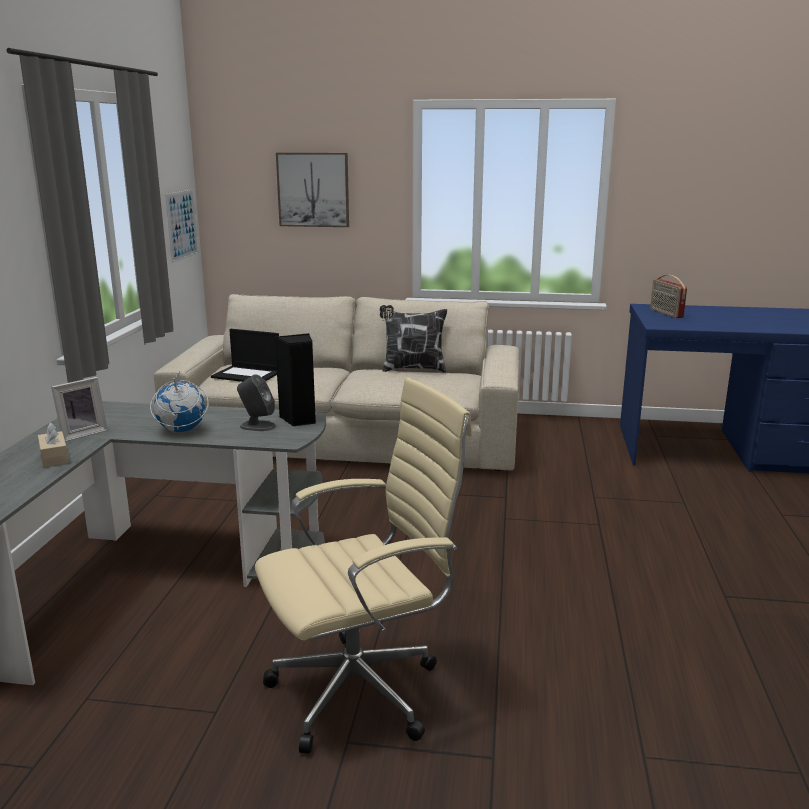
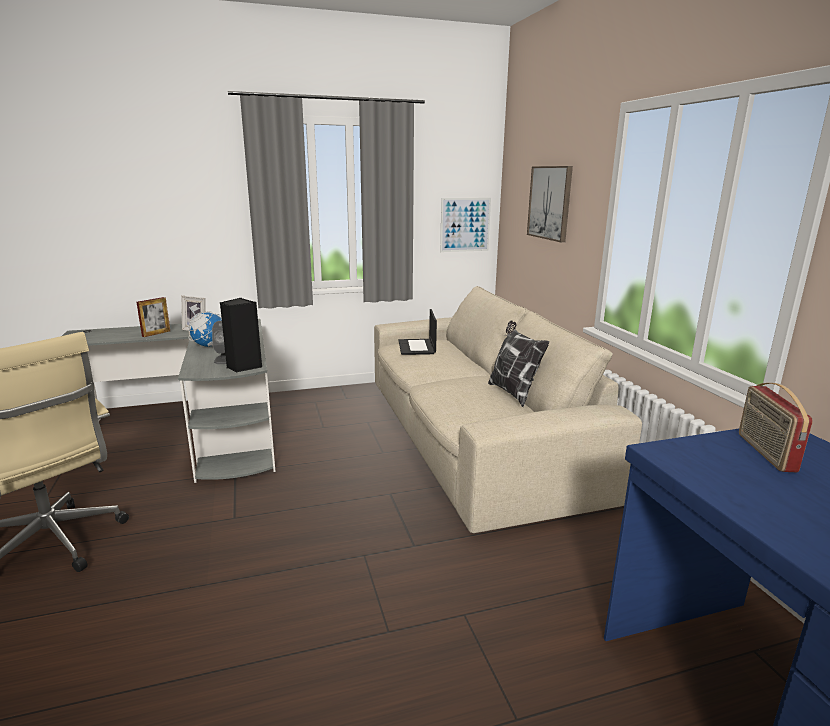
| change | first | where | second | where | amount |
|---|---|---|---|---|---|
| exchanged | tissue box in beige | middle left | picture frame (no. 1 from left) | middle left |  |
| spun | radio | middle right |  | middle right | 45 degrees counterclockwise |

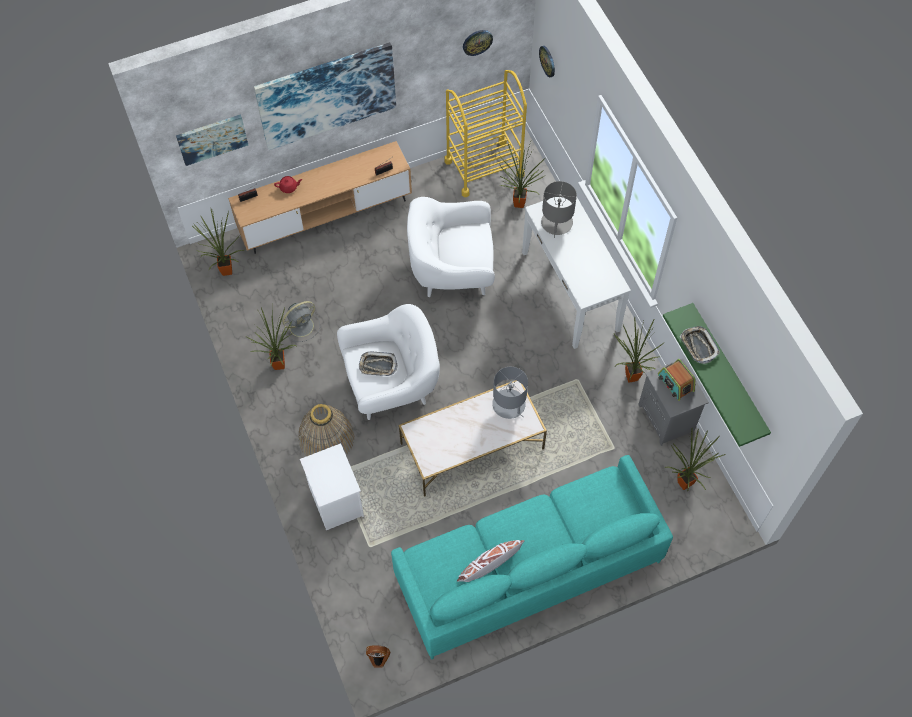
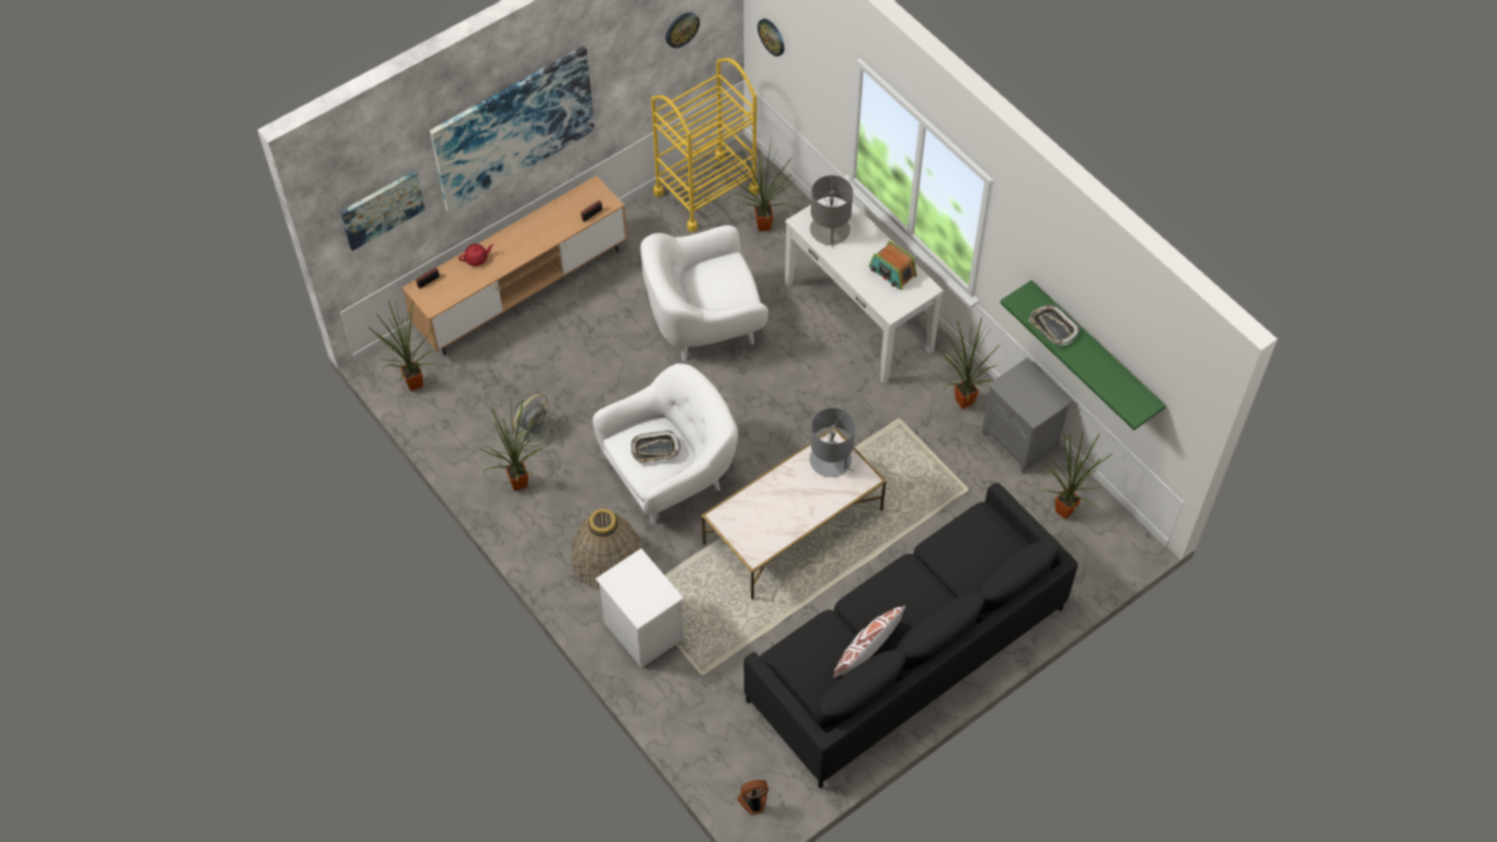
| change | first | where | second | where | amount |
|---|---|---|---|---|---|
| colour | sofa in turquoise | bottom centre | sofa in black | bottom centre |  |
| relocated | radio (no. 3 from left) | middle right |  | top centre |  |

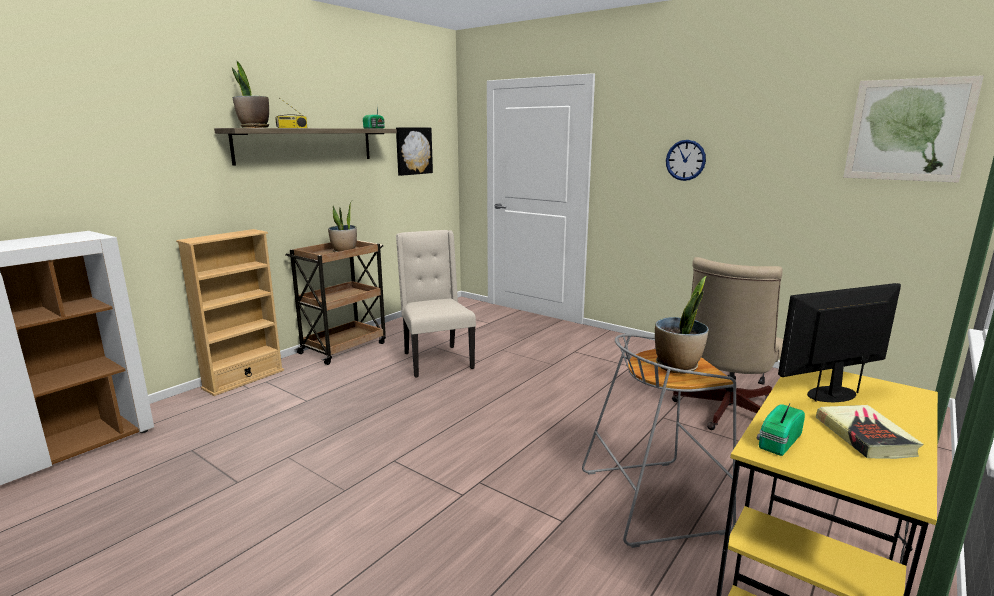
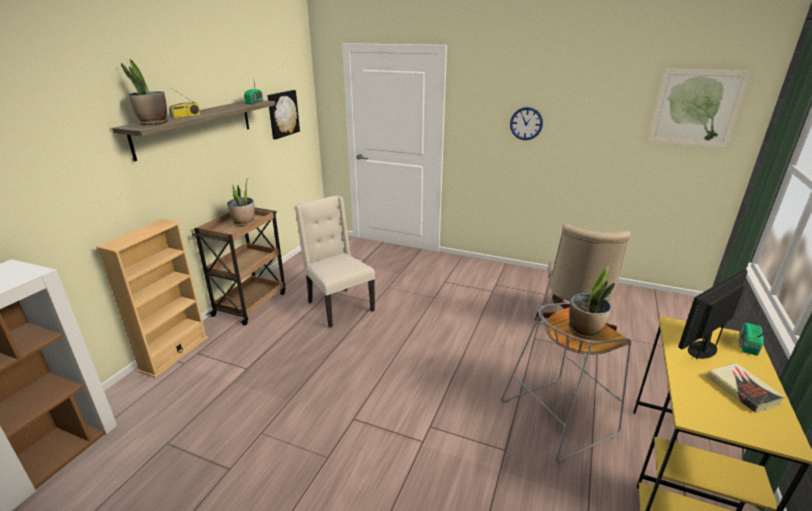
| change | first | where | second | where | amount |
|---|---|---|---|---|---|
| relocated | radio (no. 3 from left) | bottom right |  | middle right |  |

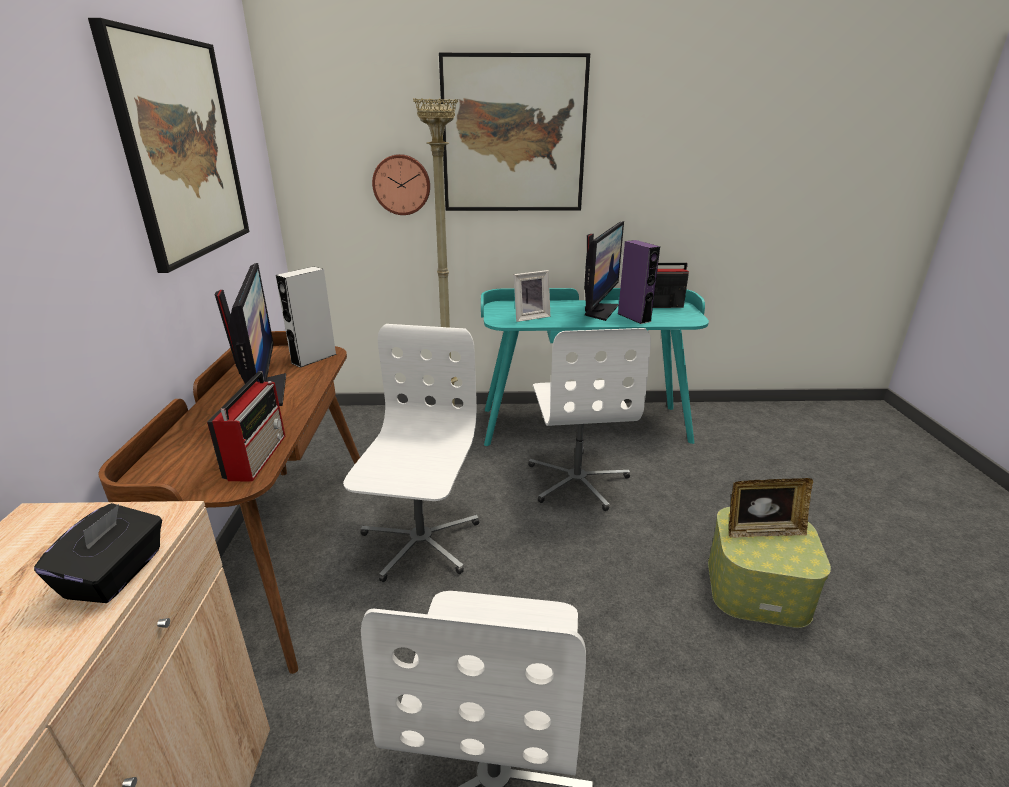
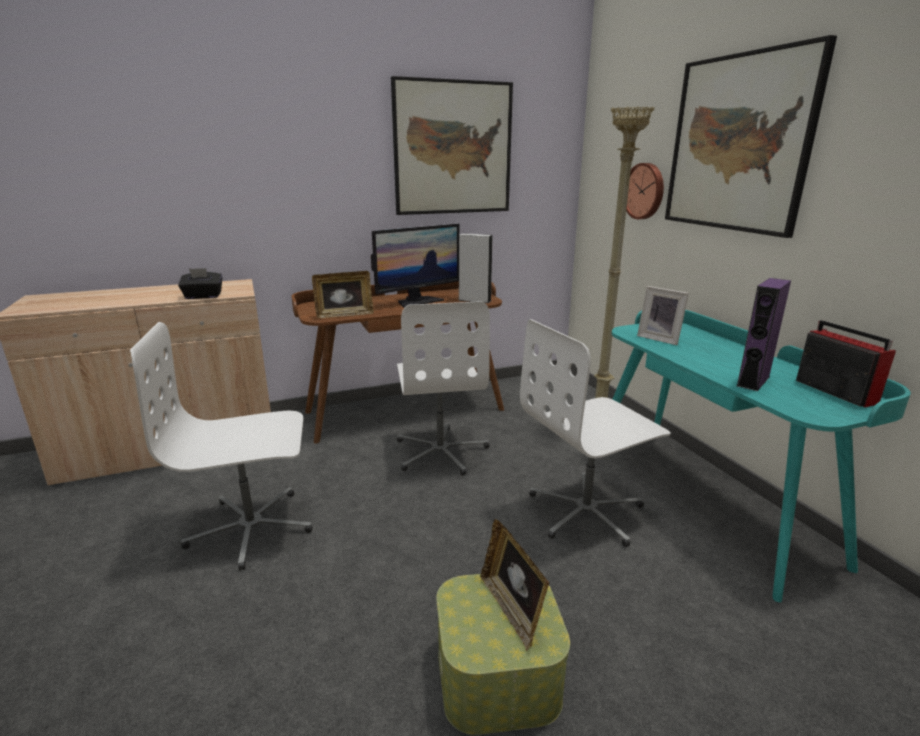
| change | first | where | second | where | amount |
|---|---|---|---|---|---|
| exchanged | radio (no. 1 from left) | middle left | picture frame (no. 1 from left) | centre |  |
| spun | office chair in white (no. 1 from left in the first image) | centre | office chair in white (no. 2 from left) | centre | 90 degrees clockwise |
| missing | monitor (no. 2 from left) | centre |  |  |  |

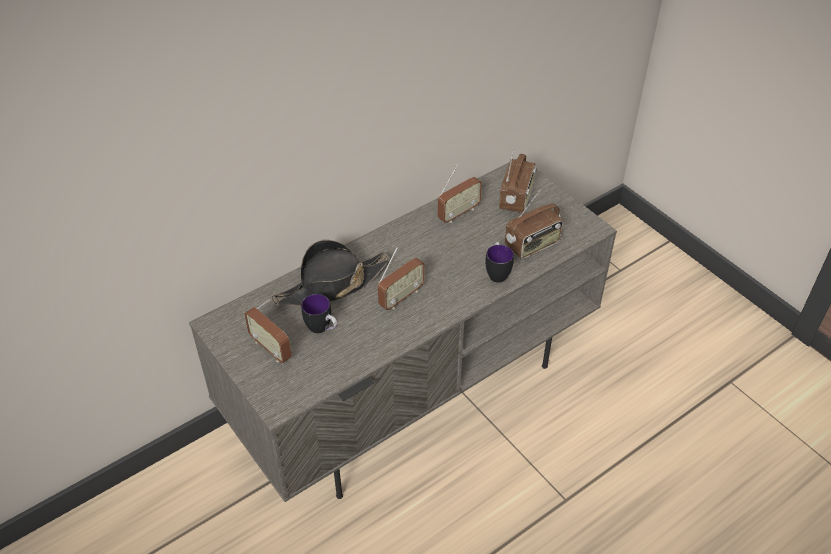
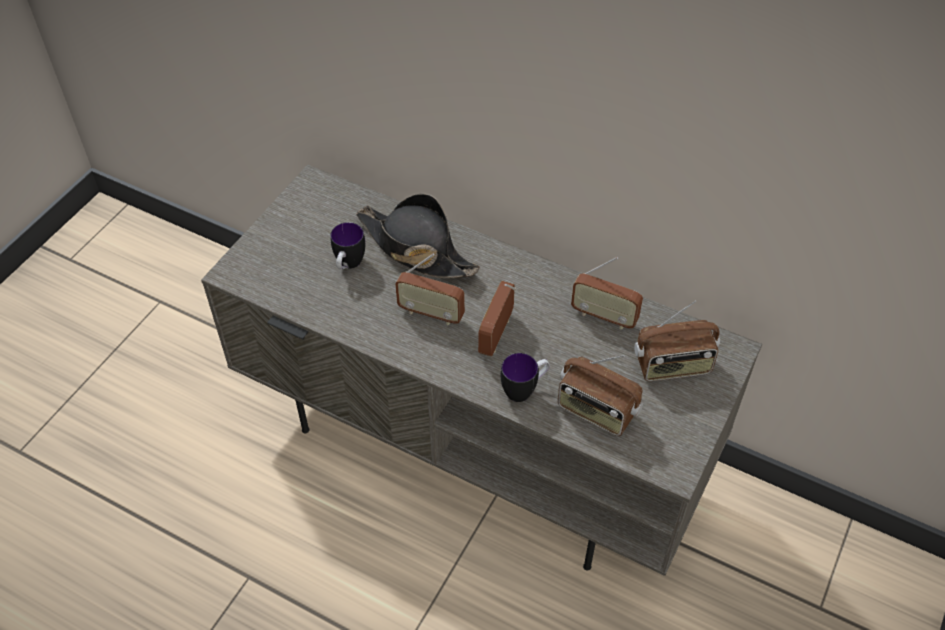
| change | first | where | second | where | amount |
|---|---|---|---|---|---|
| relocated | radio (no. 1 from left in the first image) | middle left | radio (no. 2 from left) | centre |  |

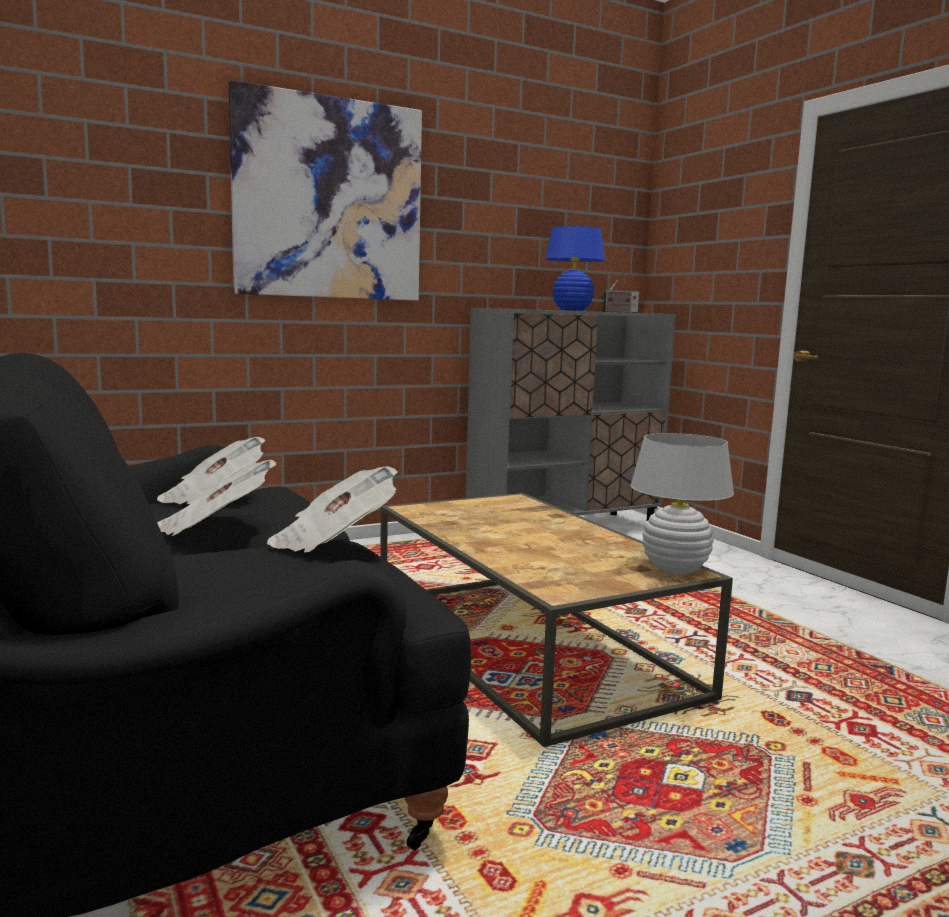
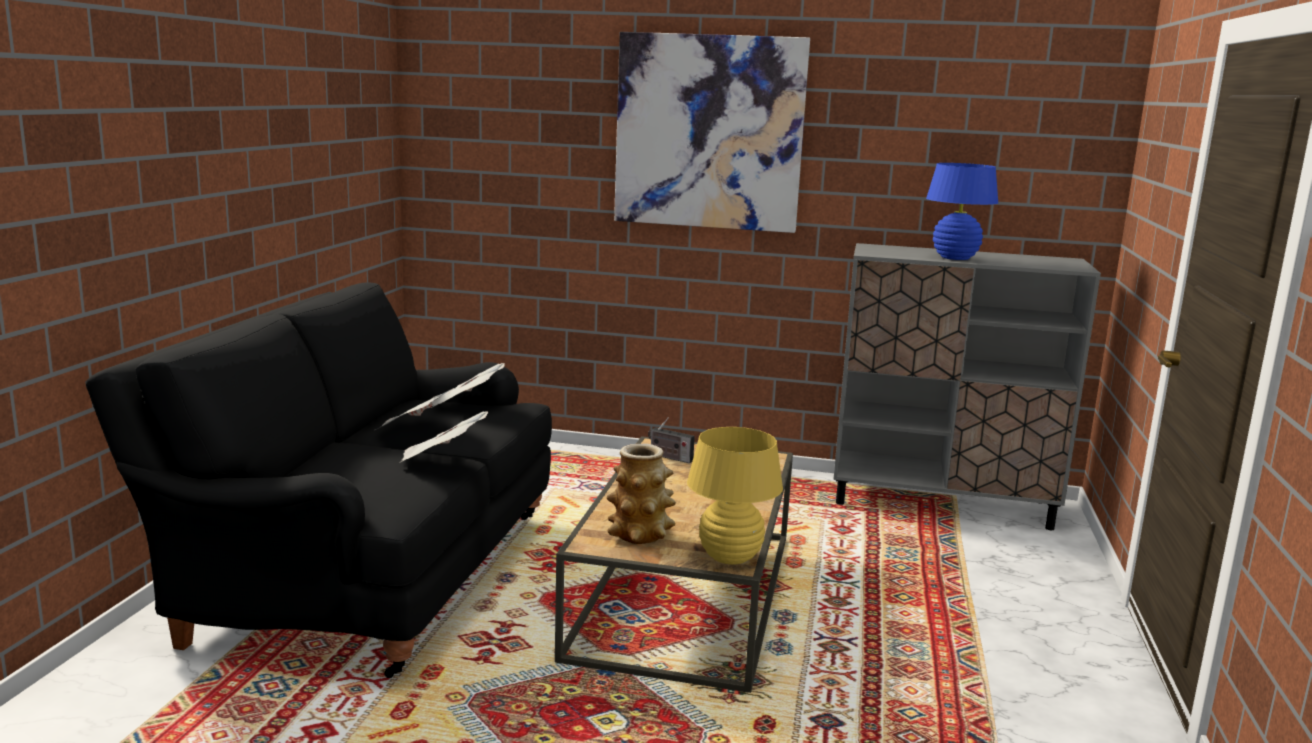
| change | first | where | second | where | amount |
|---|---|---|---|---|---|
| appeared |  |  | vase | centre |  |
| relocated | radio | top centre |  | centre |  |
| colour | table lamp in white | middle right | table lamp in yellow | bottom centre |  |

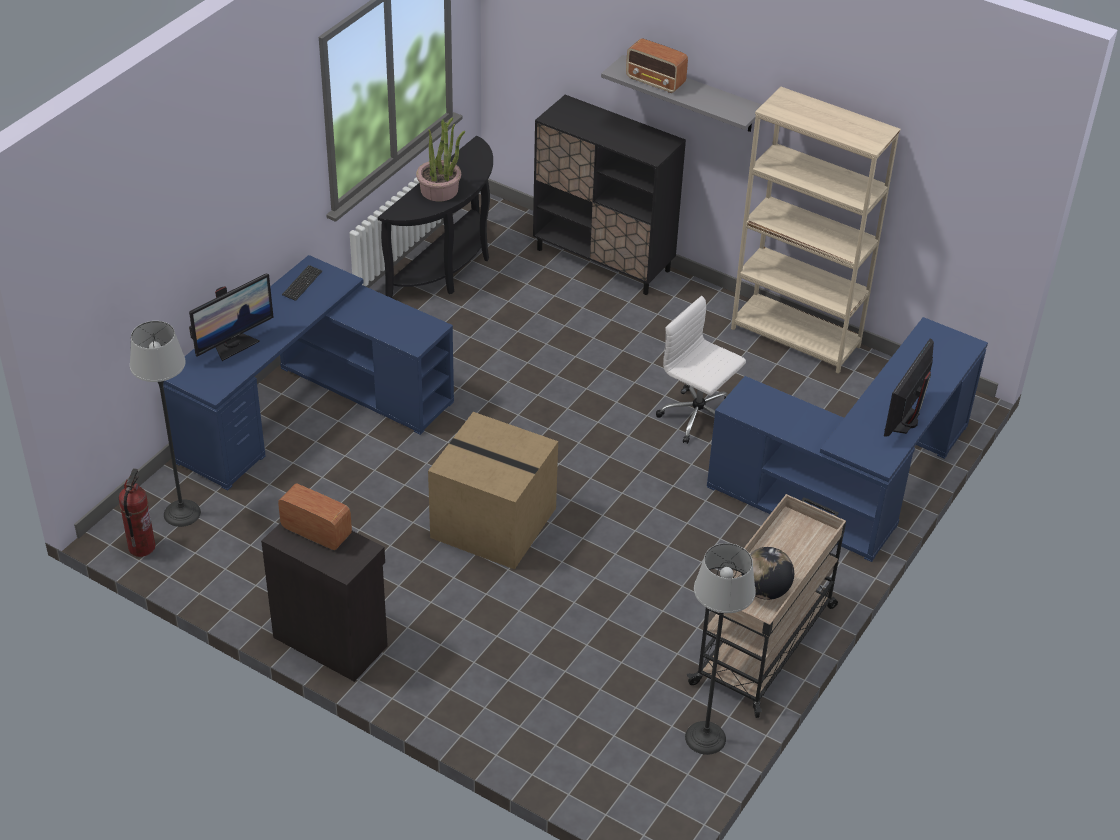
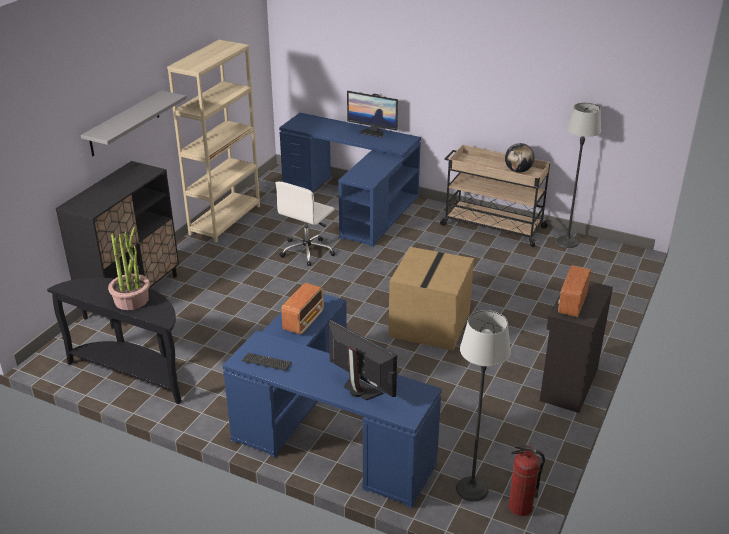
| change | first | where | second | where | amount |
|---|---|---|---|---|---|
| relocated | radio (no. 2 from left in the first image) | top centre | radio (no. 1 from left) | centre |  |

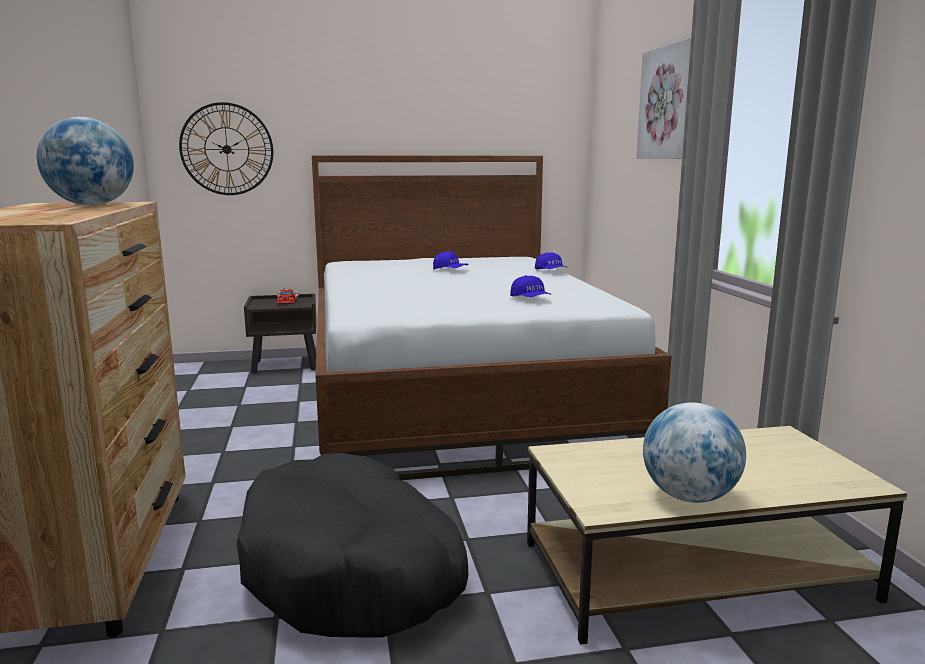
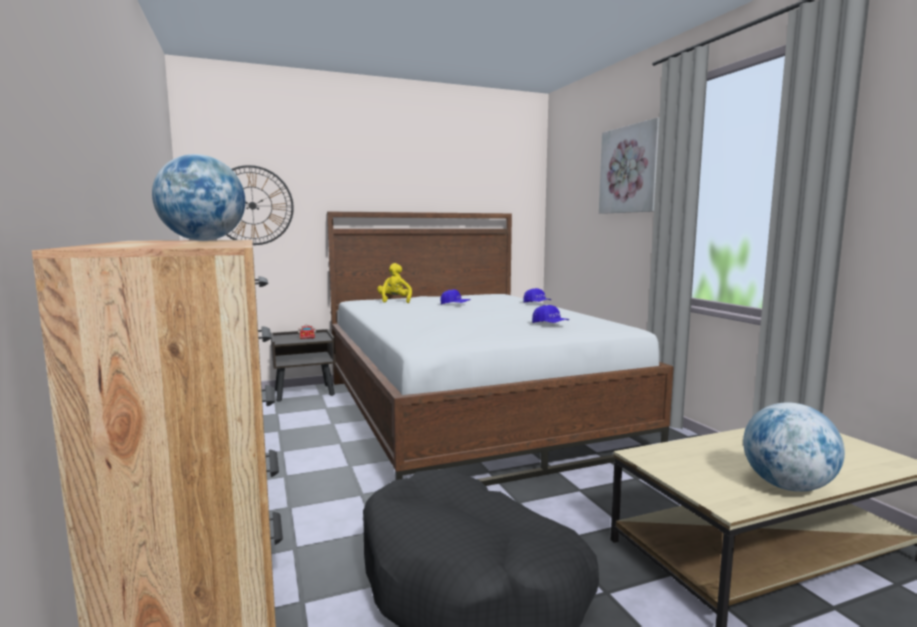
| change | first | where | second | where | amount |
|---|---|---|---|---|---|
| appeared |  |  | plush toy in yellow | centre |  |

